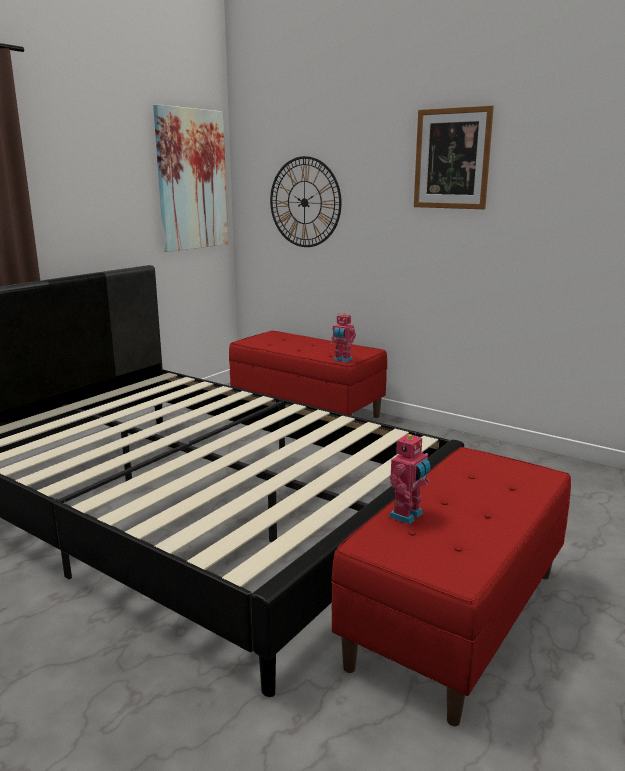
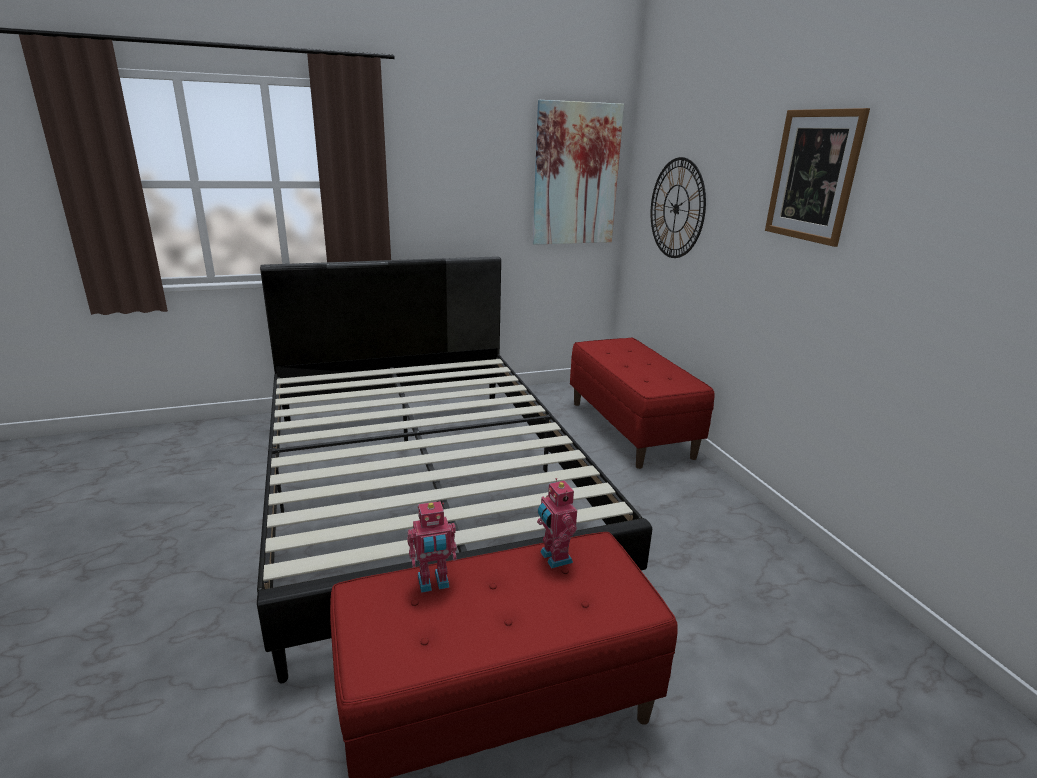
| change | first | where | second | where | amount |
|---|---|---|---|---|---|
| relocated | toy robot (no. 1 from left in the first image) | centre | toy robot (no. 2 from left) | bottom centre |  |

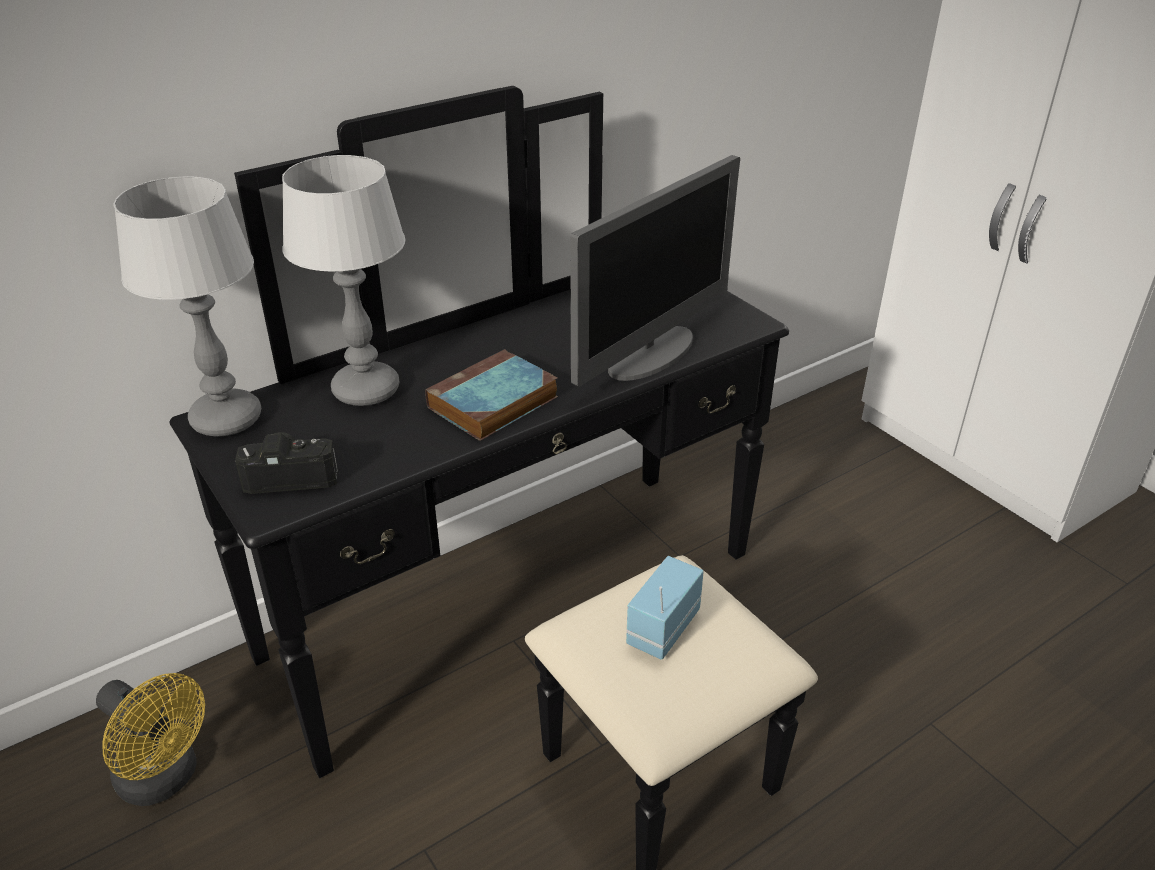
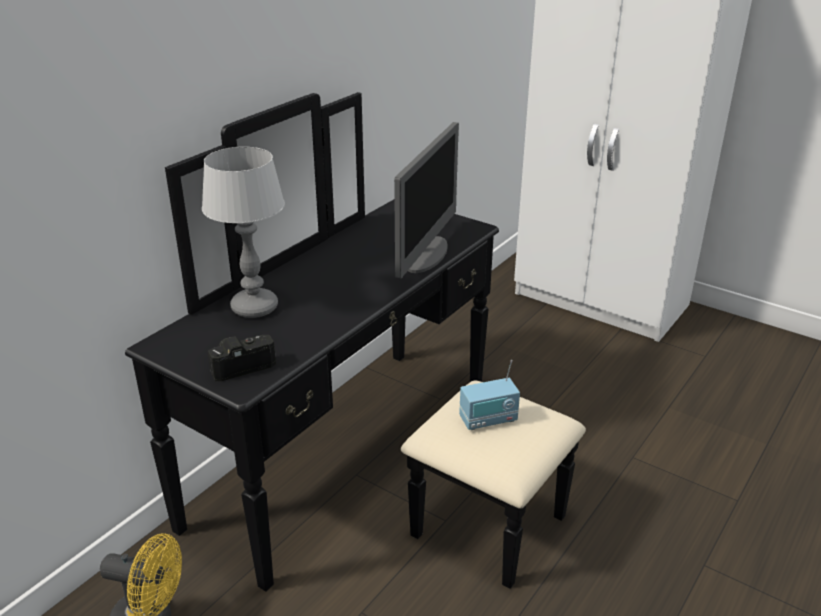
| change | first | where | second | where | amount |
|---|---|---|---|---|---|
| spun | radio | bottom centre |  | centre | 120 degrees counterclockwise |
| missing | table lamp (no. 1 from left) | middle left |  |  |  |
| missing | book | centre |  |  |  |

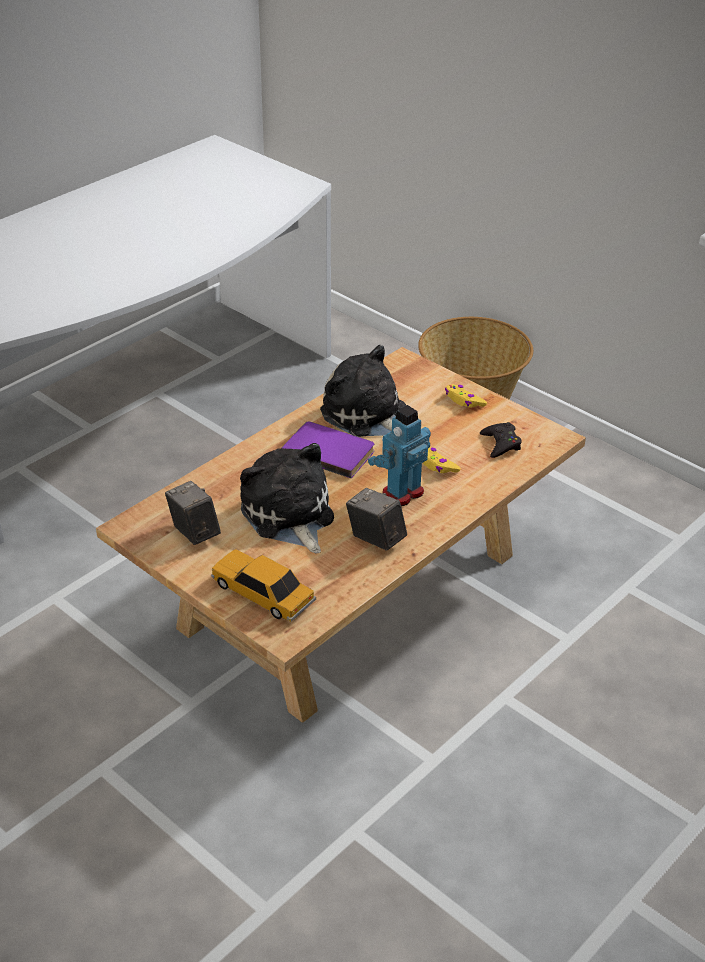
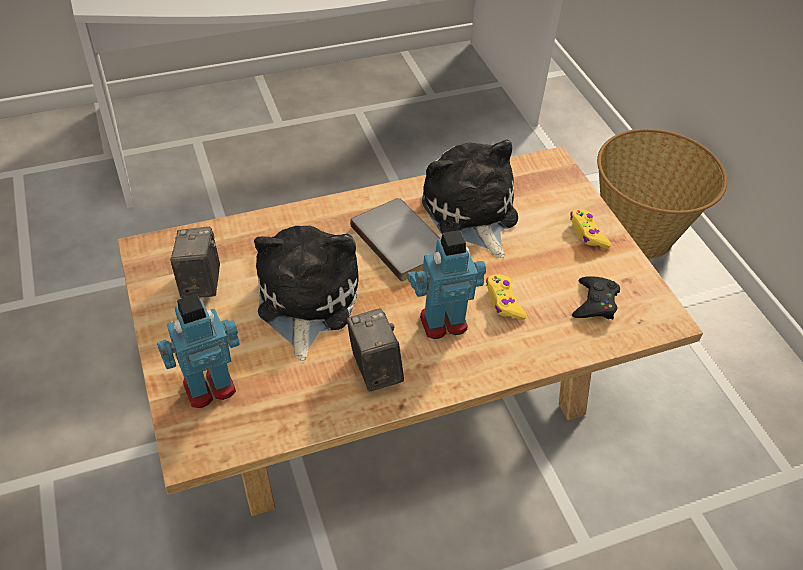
| change | first | where | second | where | amount |
|---|---|---|---|---|---|
| exchanged | toy car | centre | toy robot (no. 1 from left) | middle left |  |
| colour | book in purple | centre | book in grey | centre |  |

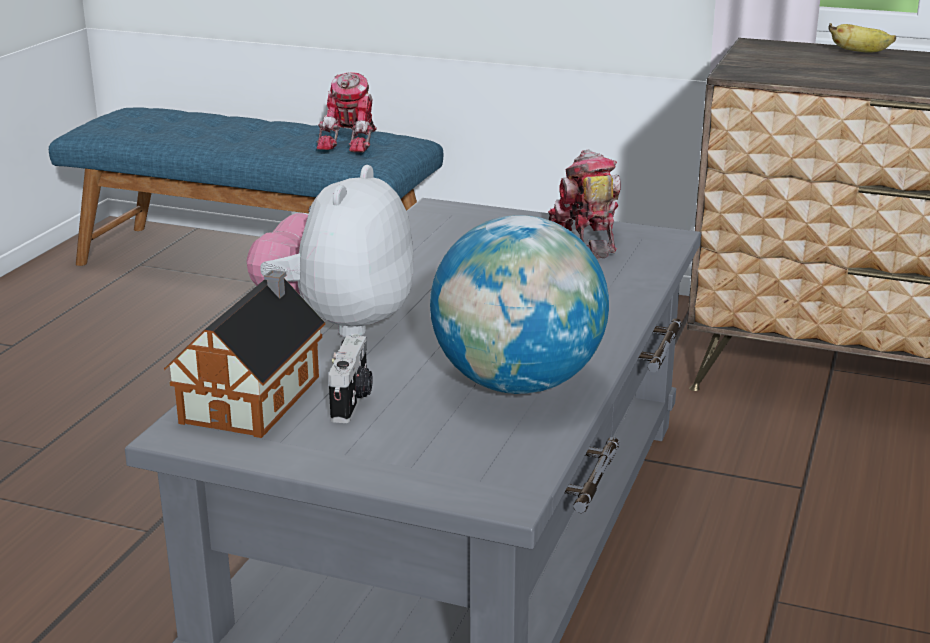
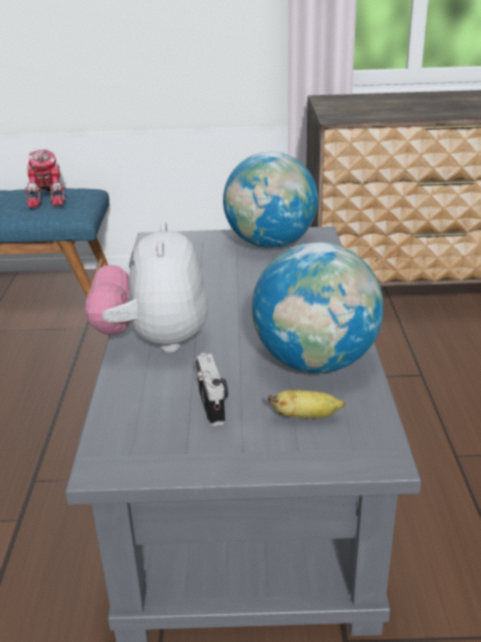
| change | first | where | second | where | amount |
|---|---|---|---|---|---|
| exchanged | toy robot (no. 2 from left) | top centre | globe (no. 1 from left) | top centre |  |
| relocated | banana | top right |  | centre |  |
| missing | toy house | middle left |  |  |  |

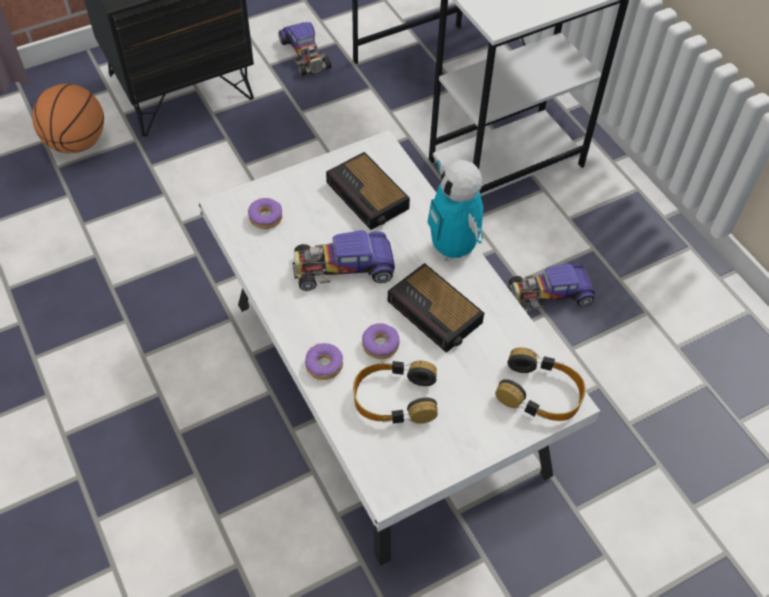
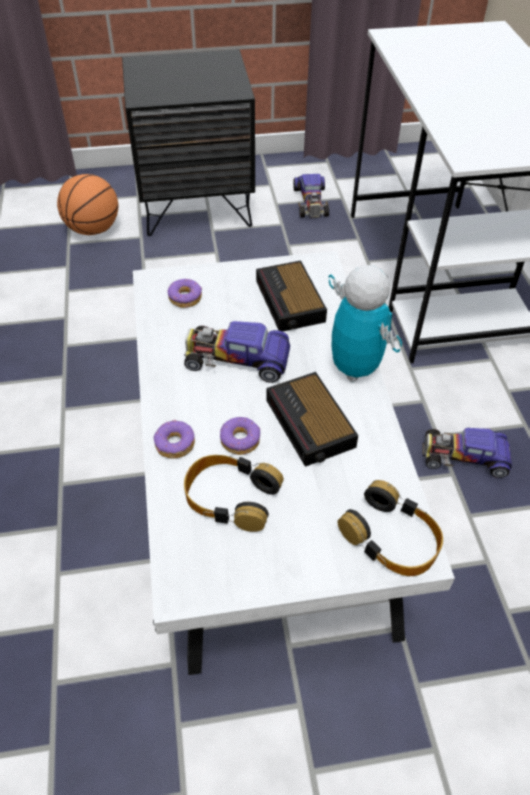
| change | first | where | second | where | amount |
|---|---|---|---|---|---|
| spun | toy robot | centre |  | middle right | 150 degrees clockwise |

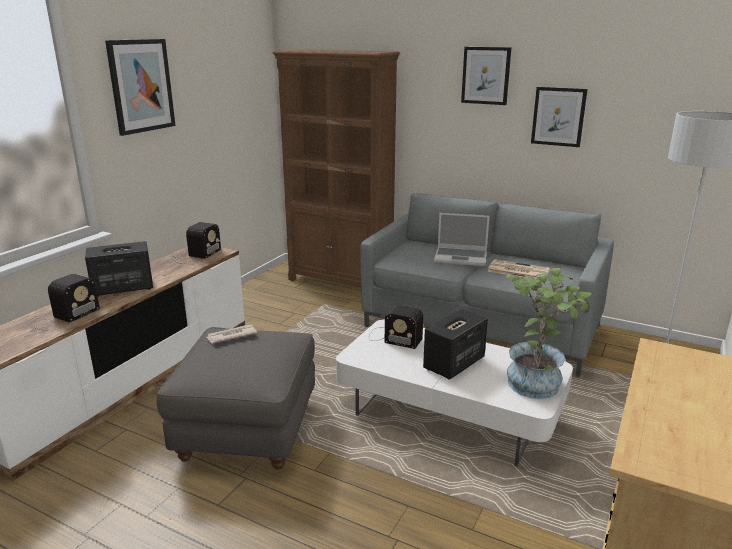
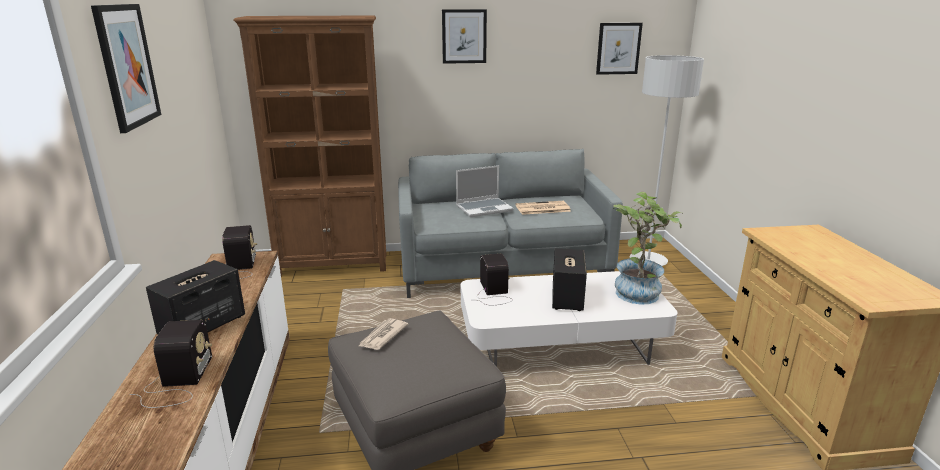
| change | first | where | second | where | amount |
|---|---|---|---|---|---|
| spun | radio (no. 3 from left) | centre |  | centre | 90 degrees counterclockwise |
| relocated | picture (no. 3 from left) | top right |  | top centre |  |

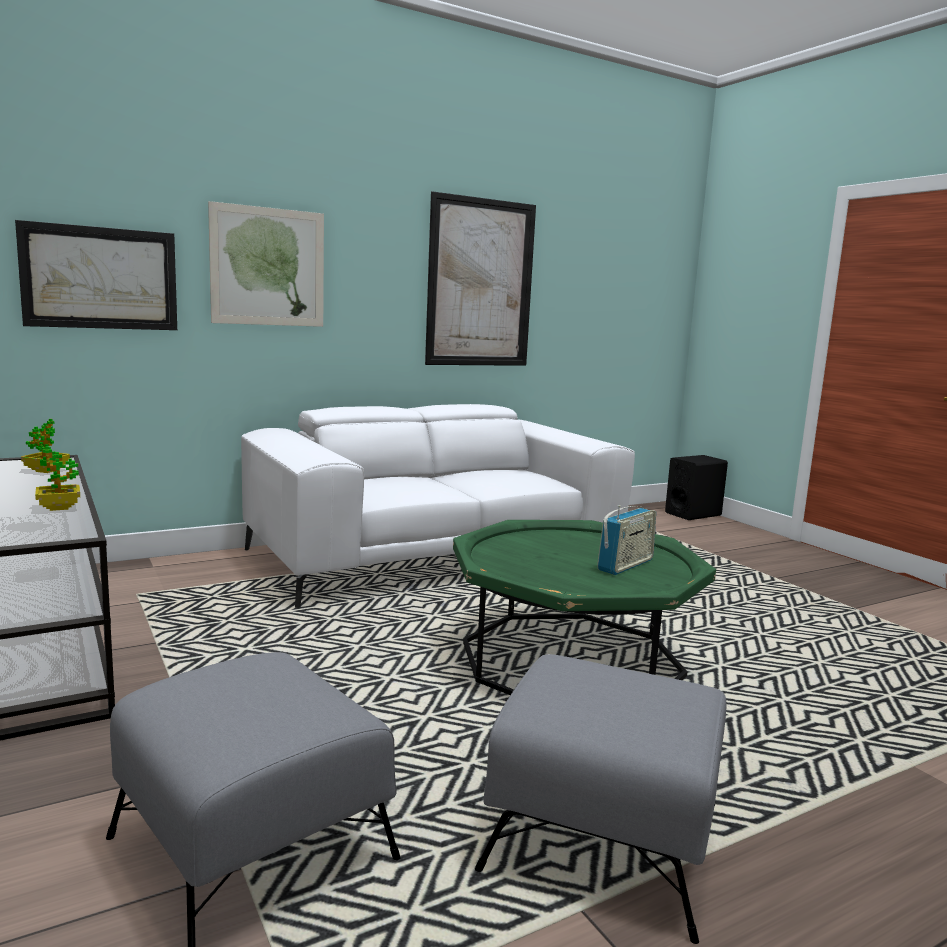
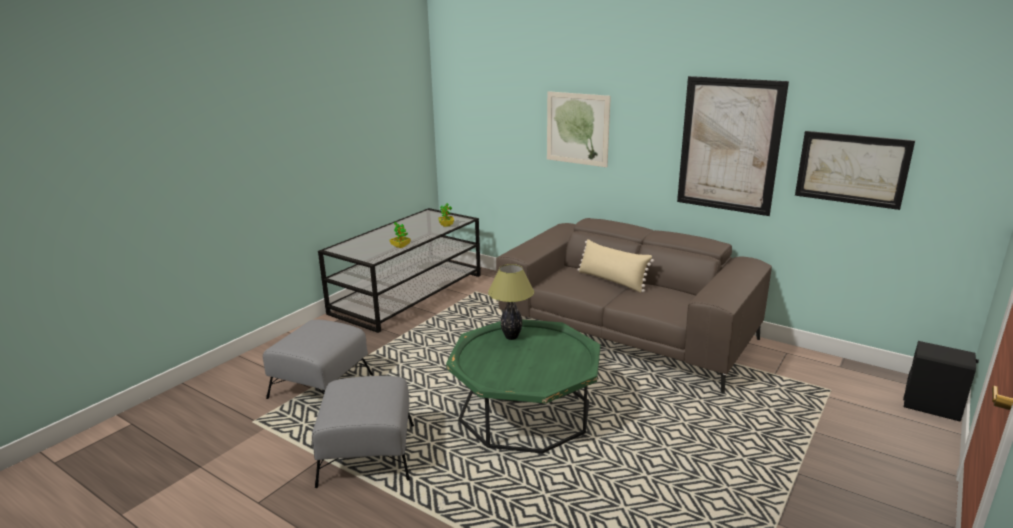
| change | first | where | second | where | amount |
|---|---|---|---|---|---|
| appeared |  |  | table lamp | centre |  |
| colour | sofa in white | centre | sofa in brown | centre |  |
| appeared |  |  | pillow in beige | centre |  |
| relocated | picture (no. 1 from left in the first image) | top left | picture (no. 3 from left) | top right |  |
| missing | radio | centre |  |  |  |

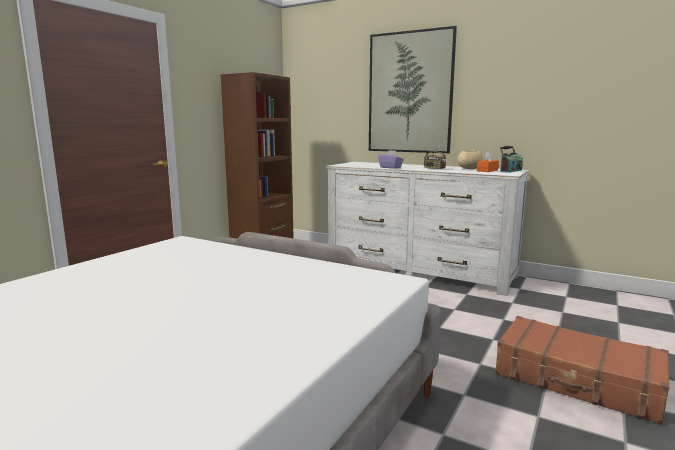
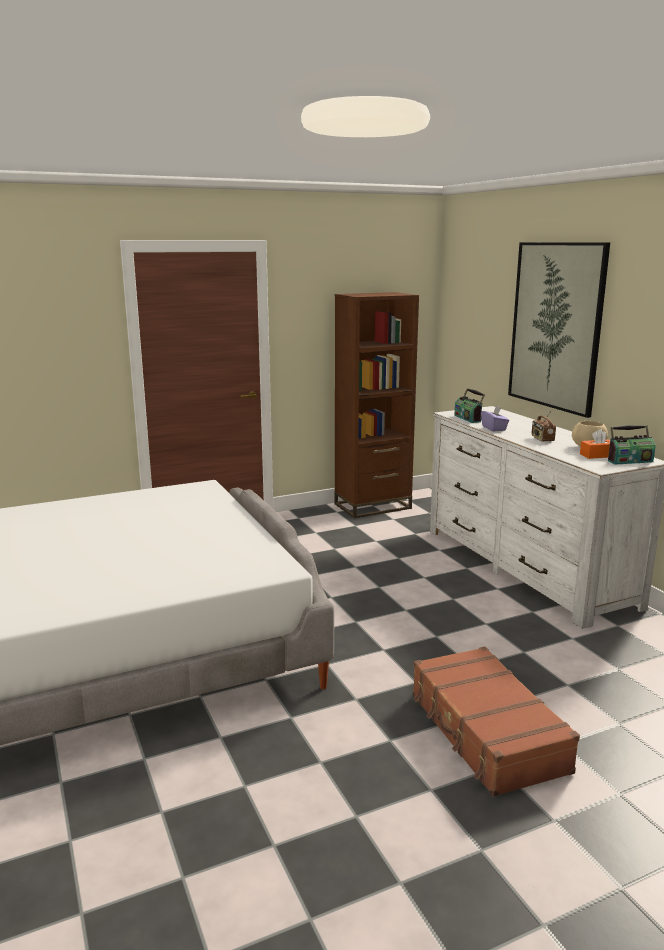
| change | first | where | second | where | amount |
|---|---|---|---|---|---|
| appeared |  |  | radio (no. 1 from left) | middle right |  |

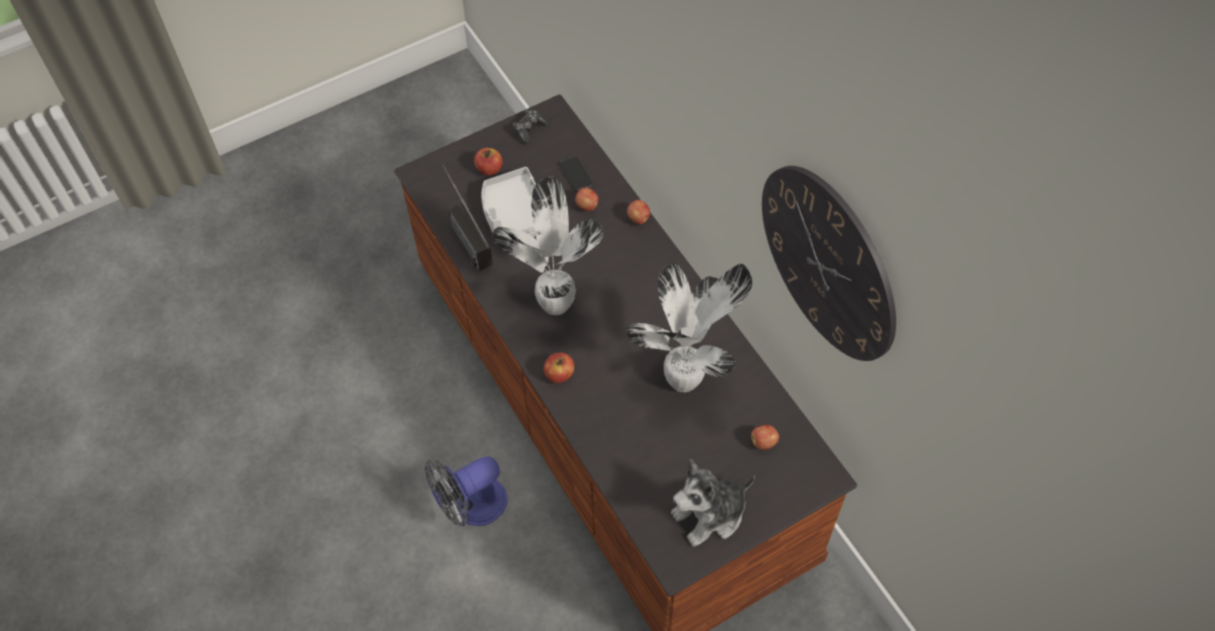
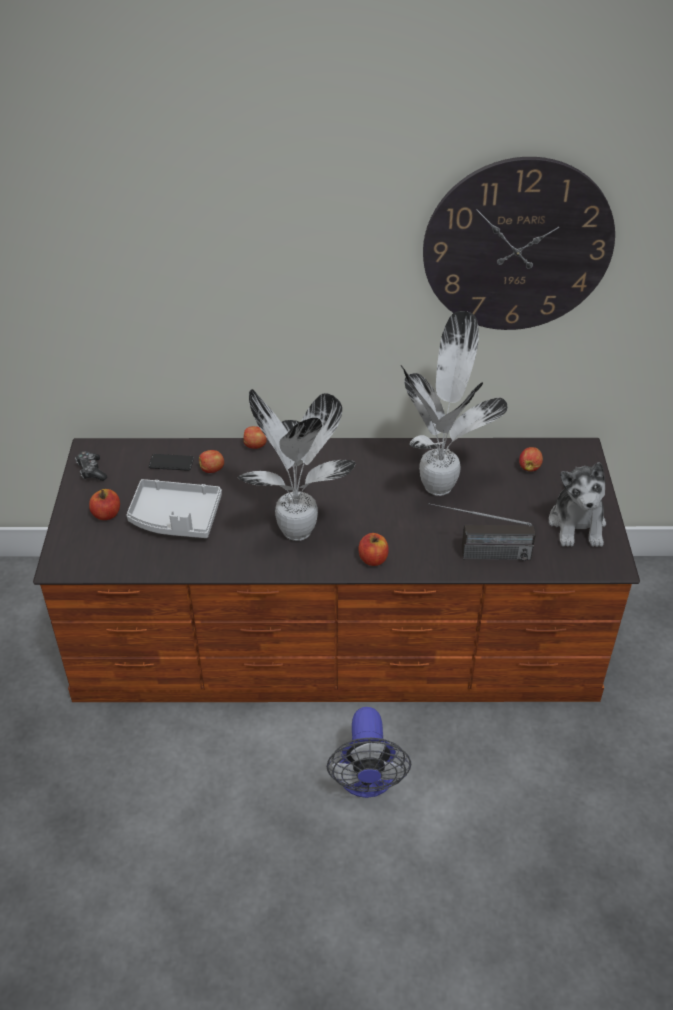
| change | first | where | second | where | amount |
|---|---|---|---|---|---|
| relocated | radio | centre |  | middle right |  |

